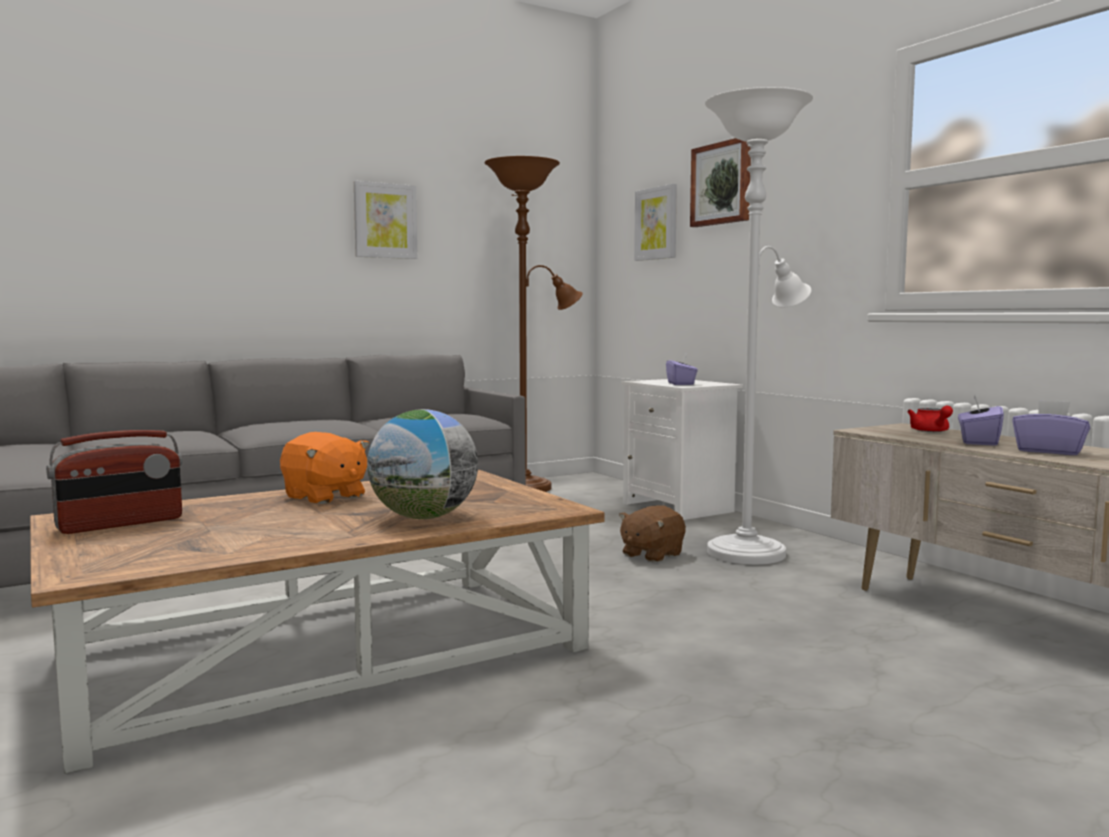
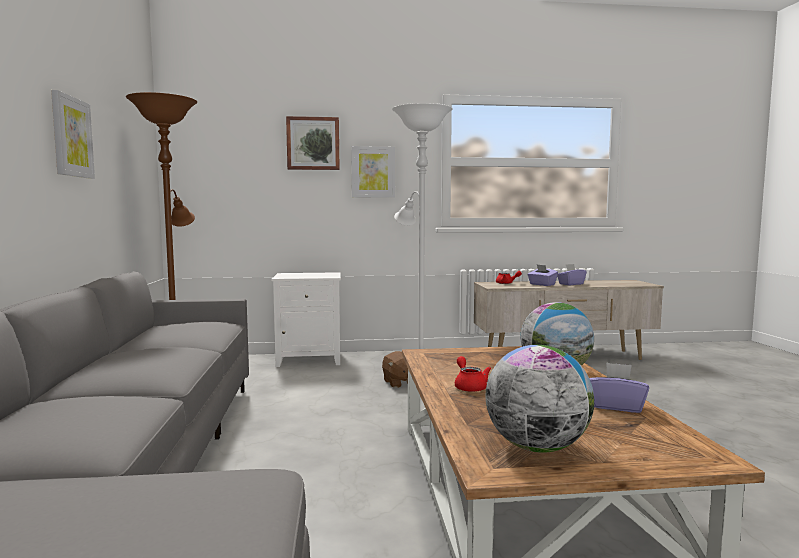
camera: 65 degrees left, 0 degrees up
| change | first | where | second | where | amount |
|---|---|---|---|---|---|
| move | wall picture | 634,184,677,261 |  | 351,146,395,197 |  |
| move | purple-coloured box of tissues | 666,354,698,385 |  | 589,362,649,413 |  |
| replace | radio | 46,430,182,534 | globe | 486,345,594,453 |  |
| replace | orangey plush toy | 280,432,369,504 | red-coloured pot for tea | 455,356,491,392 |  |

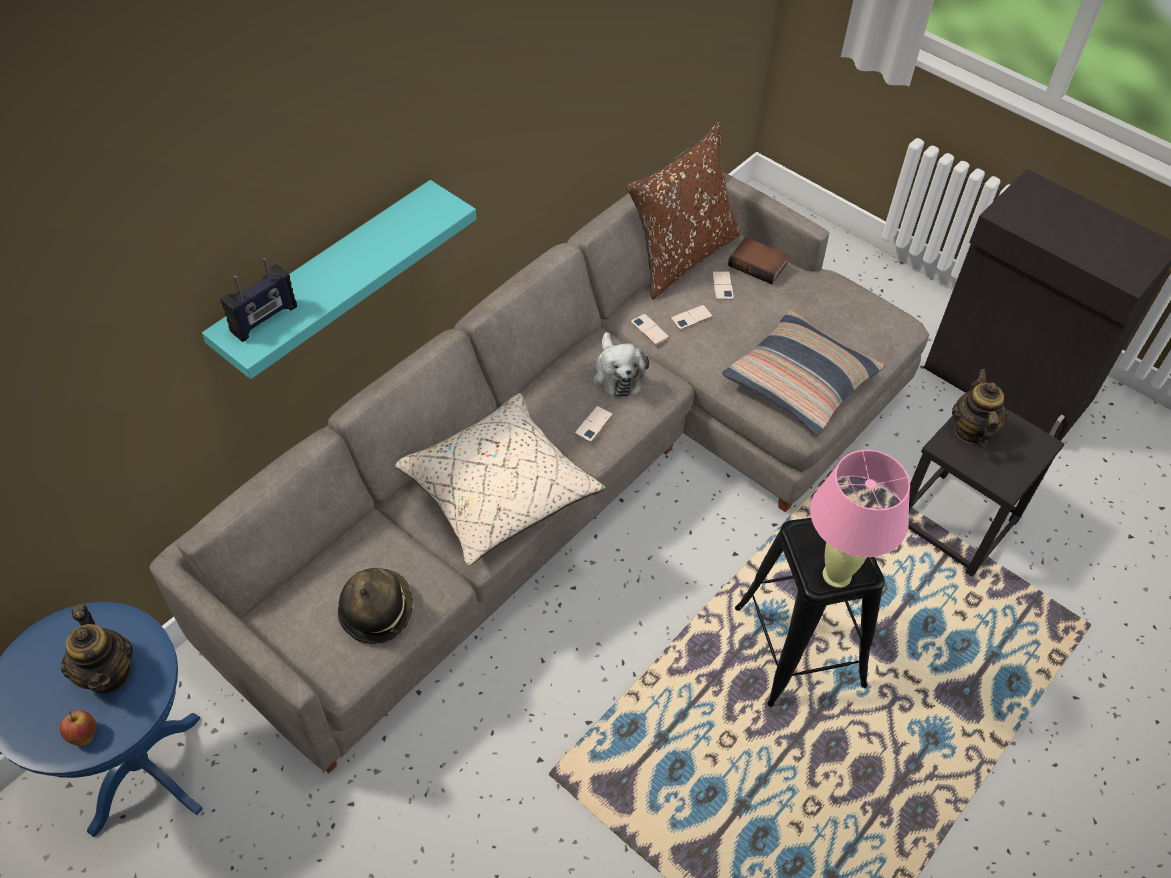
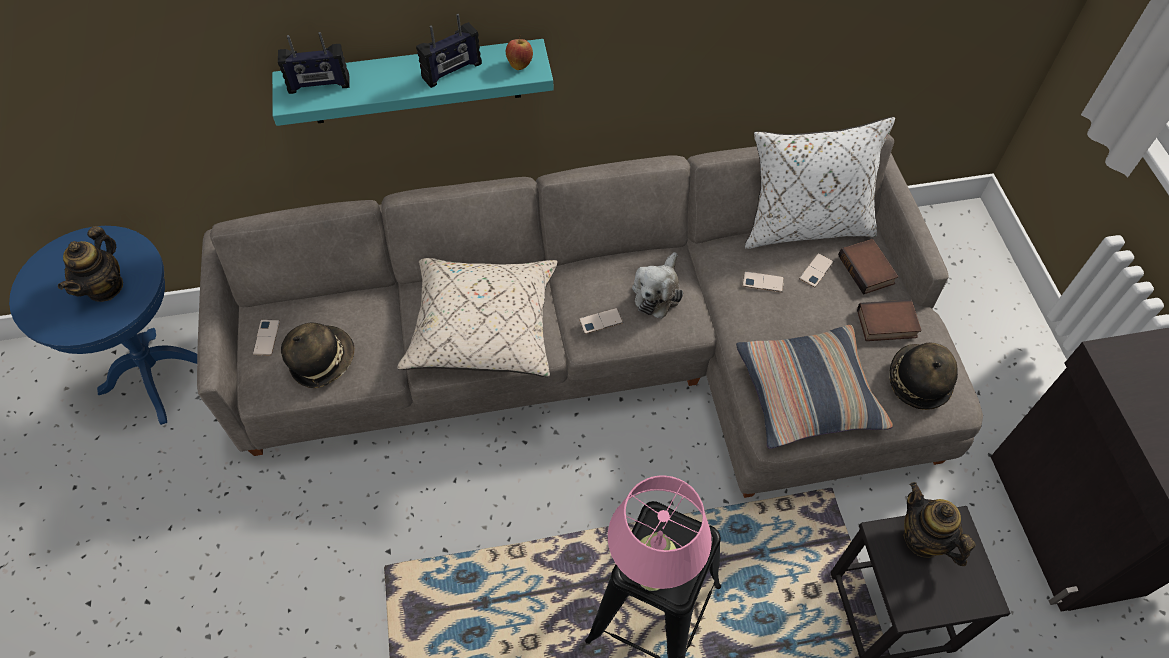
camera: 40 degrees right, 5 degrees up
| change | first | where | second | where | amount |
|---|---|---|---|---|---|
| recolor | brownish throw pillow | 626,121,741,300 | whitish throw pillow | 745,117,895,249 |  |
| move | telephone | 630,313,669,345 |  | 252,320,280,355 |  |
| rotate | pot for tea | 952,369,1008,448 |  | 903,482,976,566 | 75 degrees counterclockwise |
| move | apple | 60,710,96,746 |  | 506,35,533,70 |  |
| insert |  |  | radio | 416,14,482,88 |  |
| insert |  |  | volume | 857,300,922,341 |  |
| insert |  |  | clothing hat | 889,343,958,410 |  |

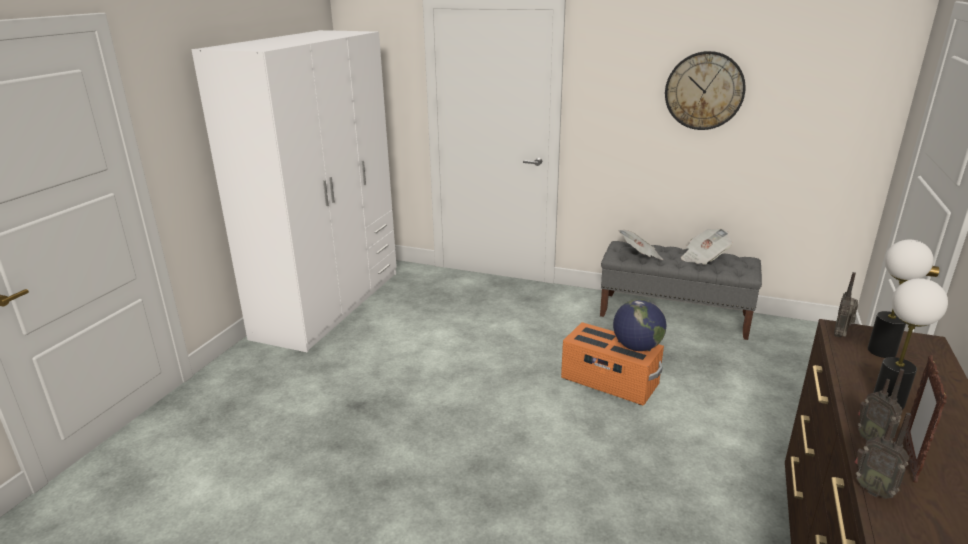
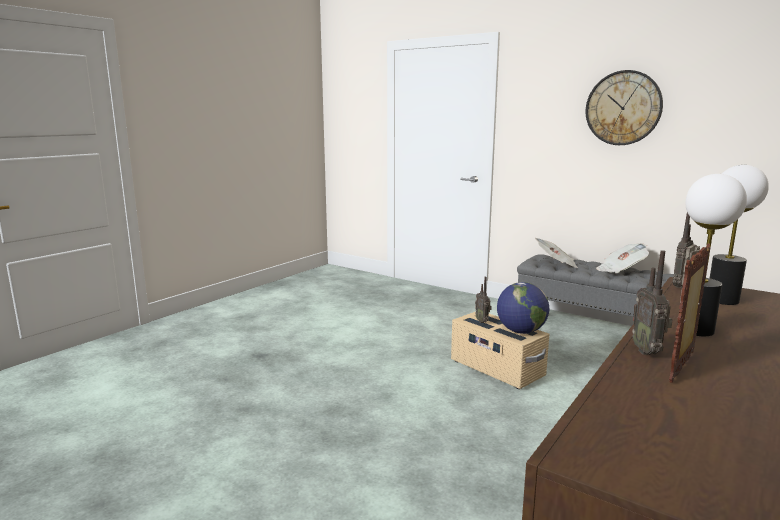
camera: 15 degrees right, 10 degrees down
| change | first | where | second | where | amount |
|---|---|---|---|---|---|
| delete | whitish armoire | 191,30,397,352 |  |  |  |
| recolor | orangey storage container | 561,322,664,405 | sand-coloured storage container | 451,312,549,389 |  |
| move | radio | 854,413,911,499 |  | 475,277,492,323 |  |

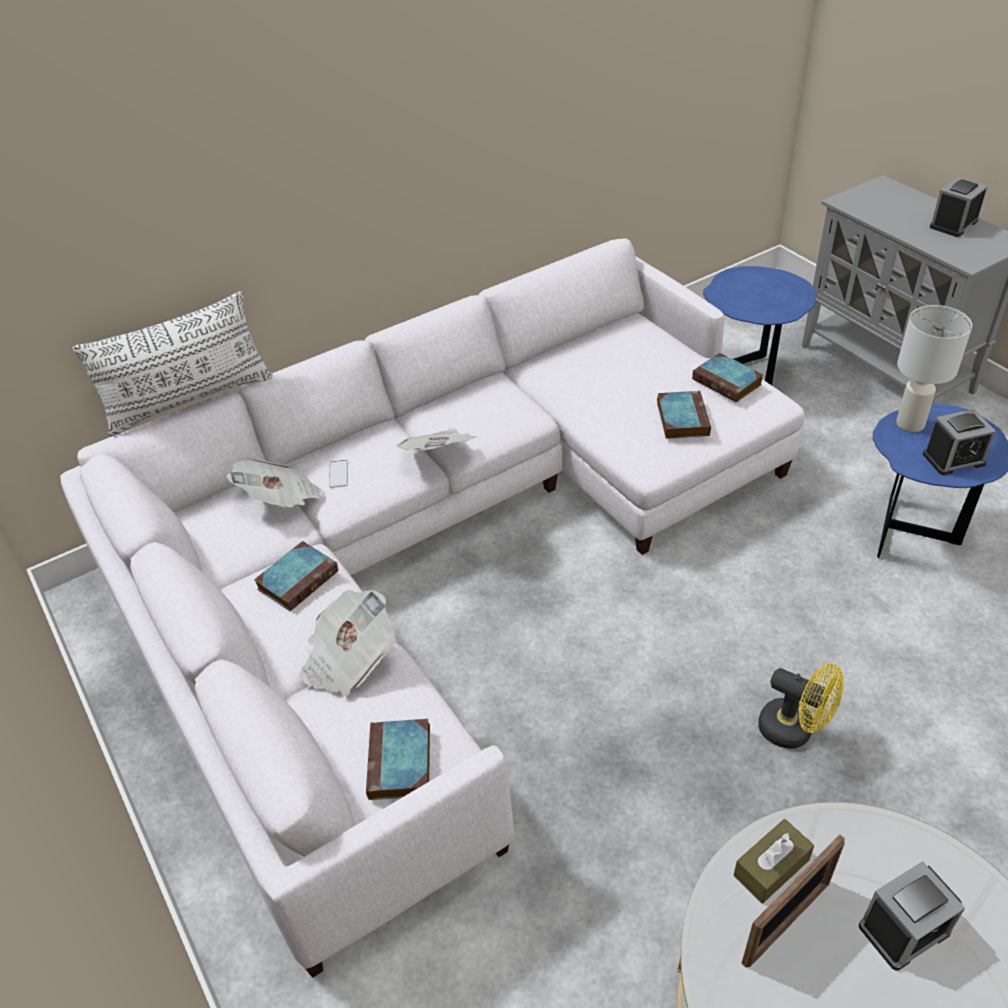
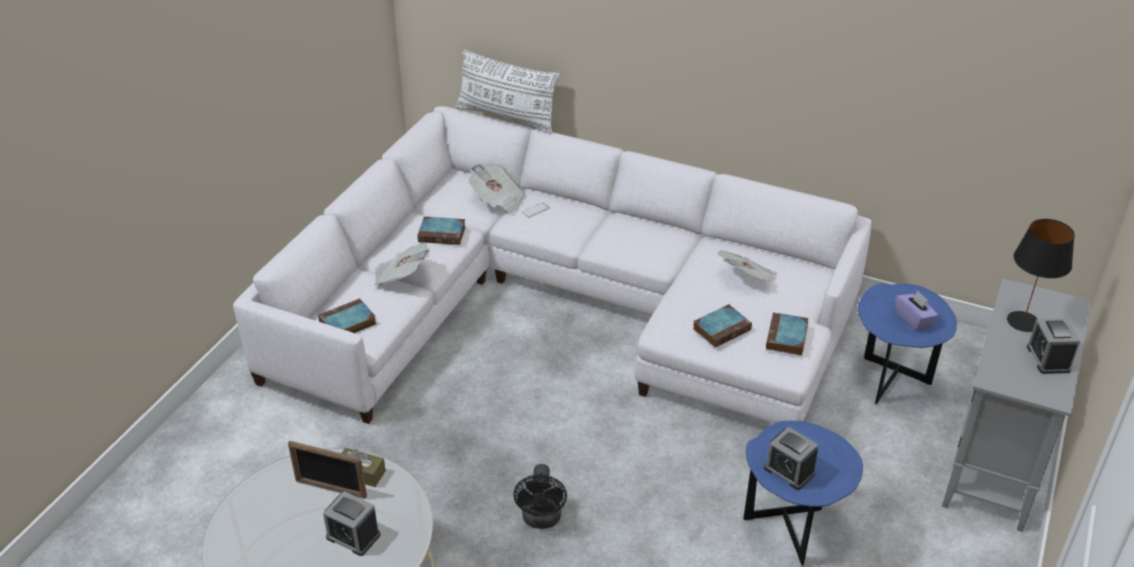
camera: 55 degrees right, 5 degrees down
| change | first | where | second | where | amount |
|---|---|---|---|---|---|
| rotate | bedside clock | 930,177,988,237 |  | 1027,318,1080,374 | 105 degrees counterclockwise |
| delete | whitish tabletop lamp | 896,305,972,432 |  |  |  |
| move | printed paper | 396,428,476,450 |  | 717,250,777,281 |  |
| recolor | yellow-coloured fan | 758,664,844,749 | black-coloured fan | 513,464,567,529 |  |
| insert |  |  | black-coloured tabletop lamp | 1007,219,1075,332 |  |
| insert |  |  | purple-coloured box of tissues | 895,290,938,331 |  |

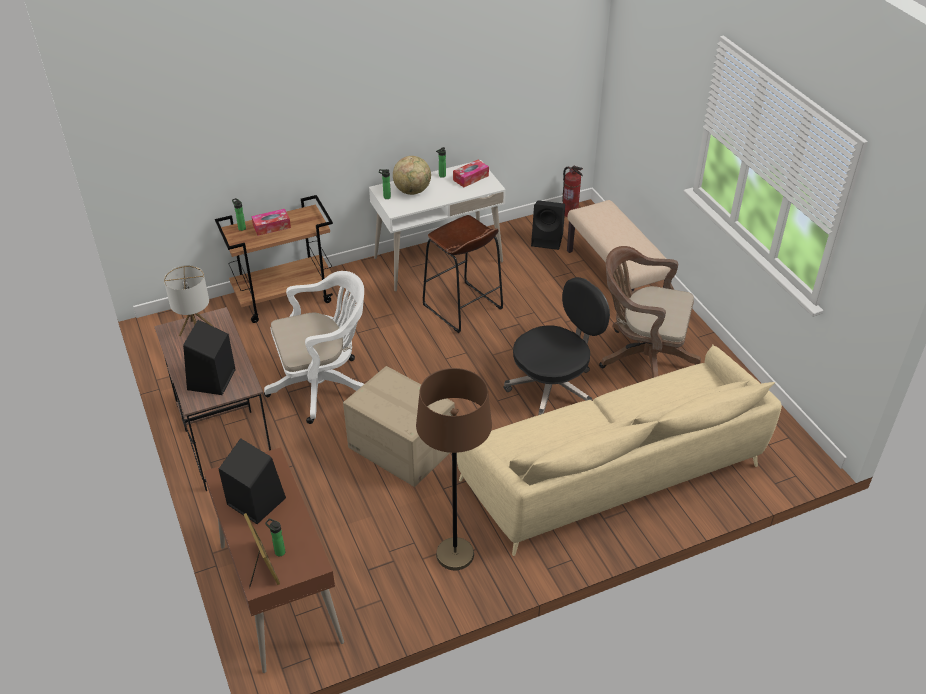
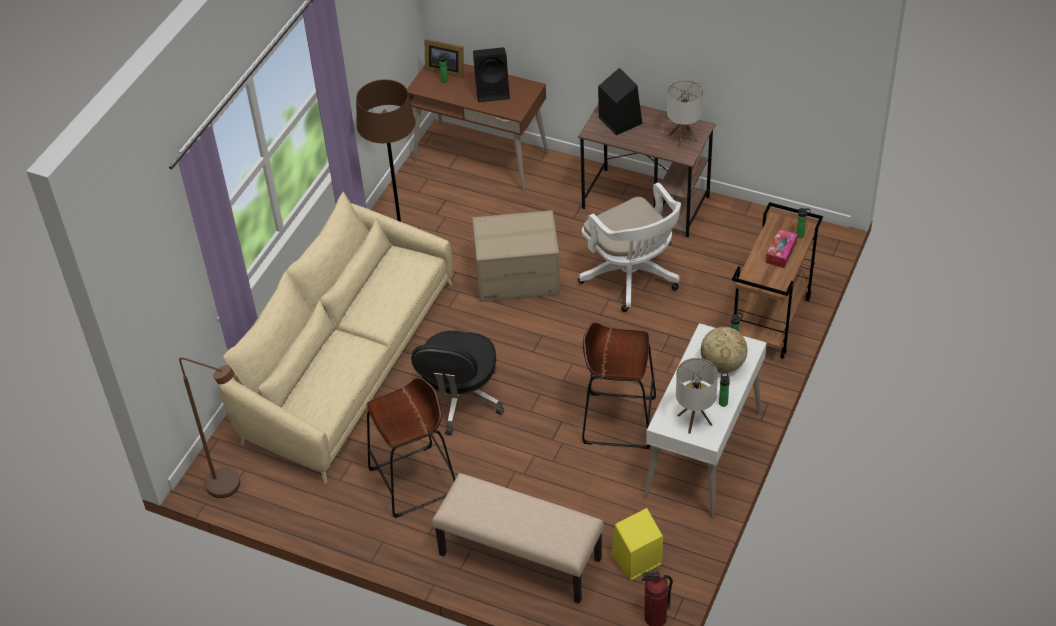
camera: 140 degrees right, 5 degrees up
| change | first | where | second | where | amount |
|---|---|---|---|---|---|
| replace | box of tissues | 453,160,489,187 | tabletop lamp | 676,358,718,434 |  |
| recolor | black-coloured audio speaker | 531,200,565,250 | yellow-coloured audio speaker | 611,508,663,580 |  |
| replace | brownish office chair | 599,246,701,378 | brownish stool | 367,377,455,518 |  |
| rotate | whitish office chair | 264,271,364,424 |  | 578,182,681,312 | 60 degrees counterclockwise |
| insert |  |  | brownish floor lamp | 179,358,240,498 |  |

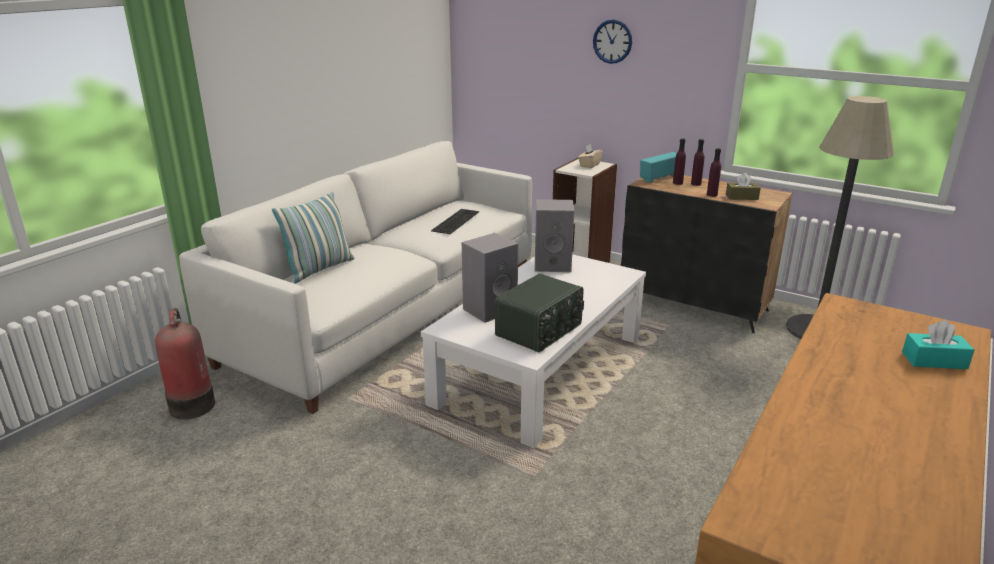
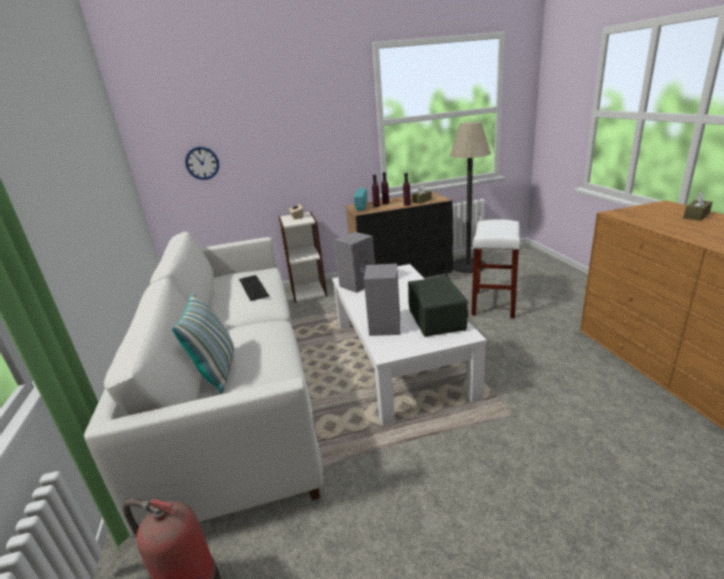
camera: 45 degrees left, 0 degrees up
| change | first | where | second | where | amount |
|---|---|---|---|---|---|
| move | wall clock | 593,20,632,64 |  | 185,147,219,180 |  |
| recolor | turquoise-coloured box of tissues | 902,320,975,369 | brownish box of tissues | 683,192,713,221 |  |
| insert |  |  | whitish stool | 472,220,520,318 |  |

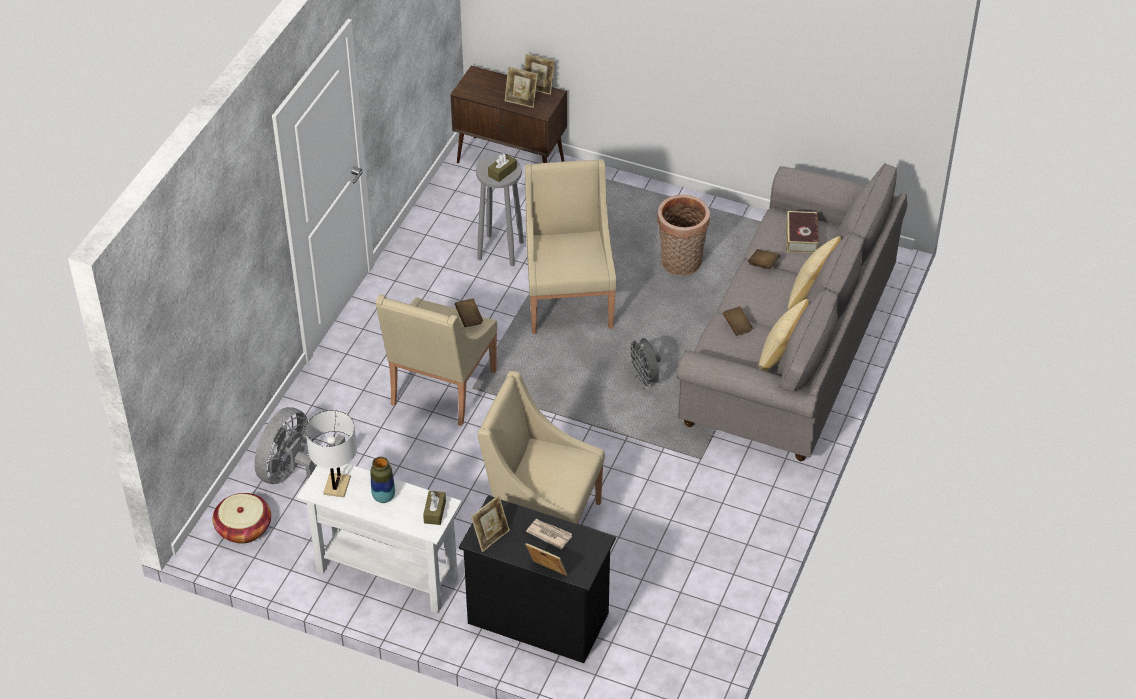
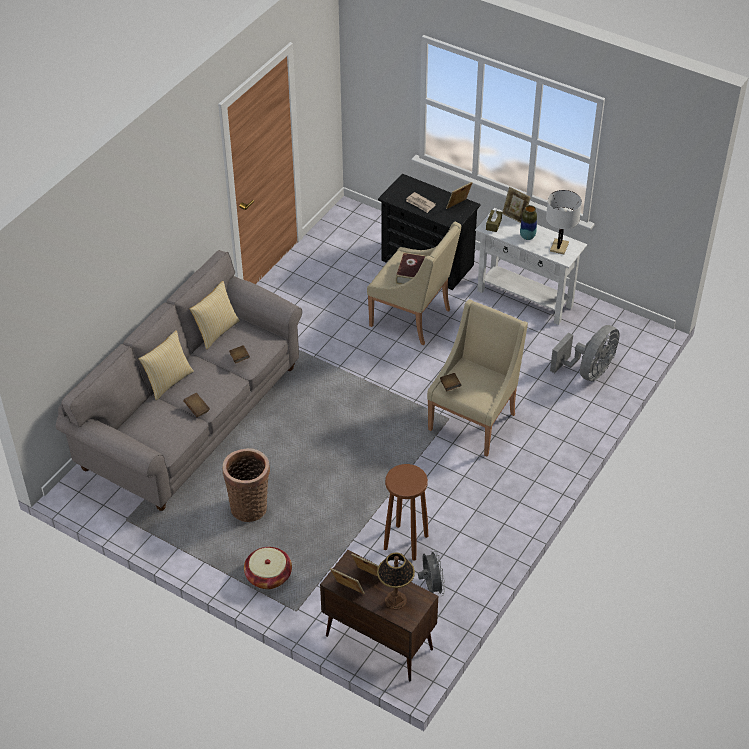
camera: 170 degrees left, 0 degrees up
| change | first | where | second | where | amount |
|---|---|---|---|---|---|
| delete | brownish box of tissues | 488,153,517,182 |  |  |  |
| recolor | gray stool | 476,154,524,266 | brownish stool | 384,464,428,560 |  |
| delete | sand-coloured armchair | 525,159,616,334 |  |  |  |
| move | volume | 786,211,819,253 |  | 396,252,426,284 |  |
| move | gray fan | 627,338,661,389 |  | 418,549,445,596 |  |
| move | storage basket | 213,493,271,544 |  | 244,547,292,589 |  |
| move | picture frame | 525,543,568,576 |  | 502,187,531,223 |  |
| insert |  |  | tabletop lamp | 377,552,415,610 |  |

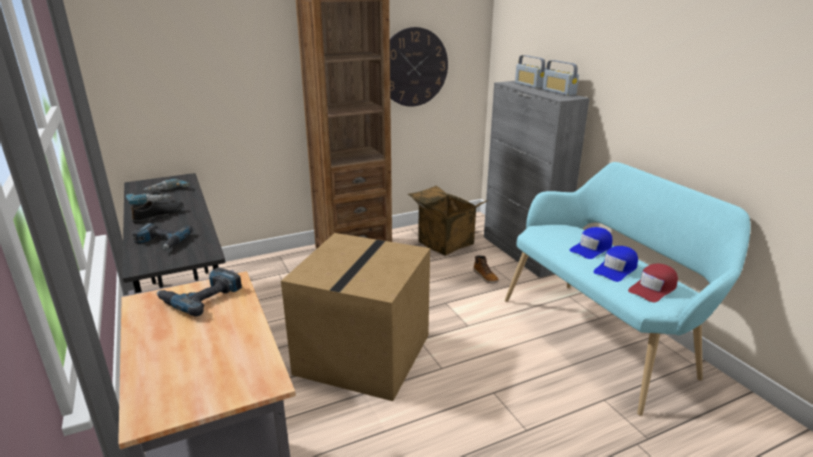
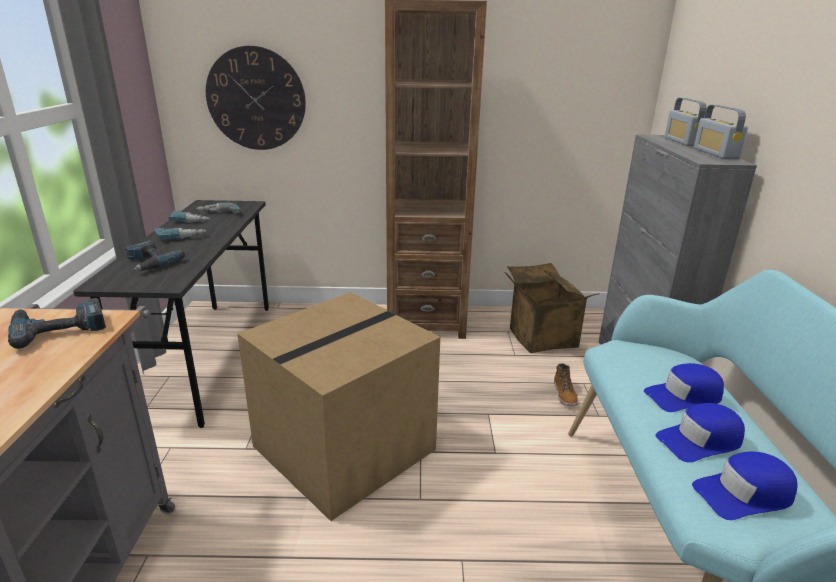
camera: 25 degrees right, 0 degrees up
| change | first | where | second | where | amount |
|---|---|---|---|---|---|
| move | wall clock | 390,27,448,107 |  | 206,46,306,150 |  |
| replace | black-coloured low shoe | 131,201,184,223 | power drill | 154,228,207,240 |  |
| recolor | red-coloured baseball cap | 628,264,678,302 | blue-coloured baseball cap | 692,452,798,520 |  |

